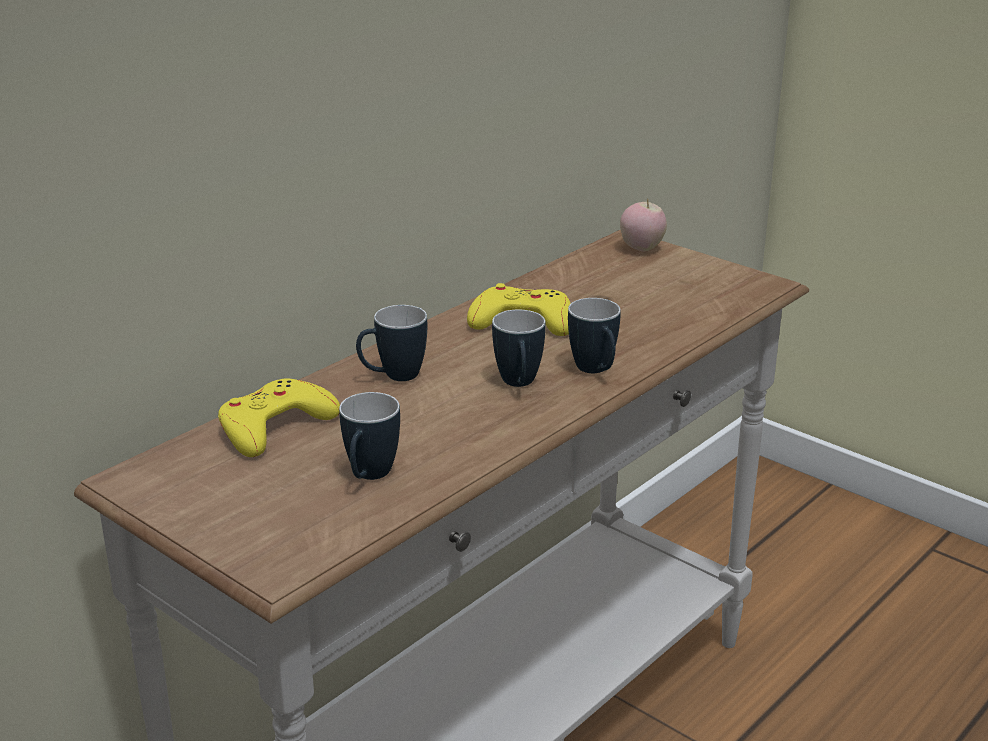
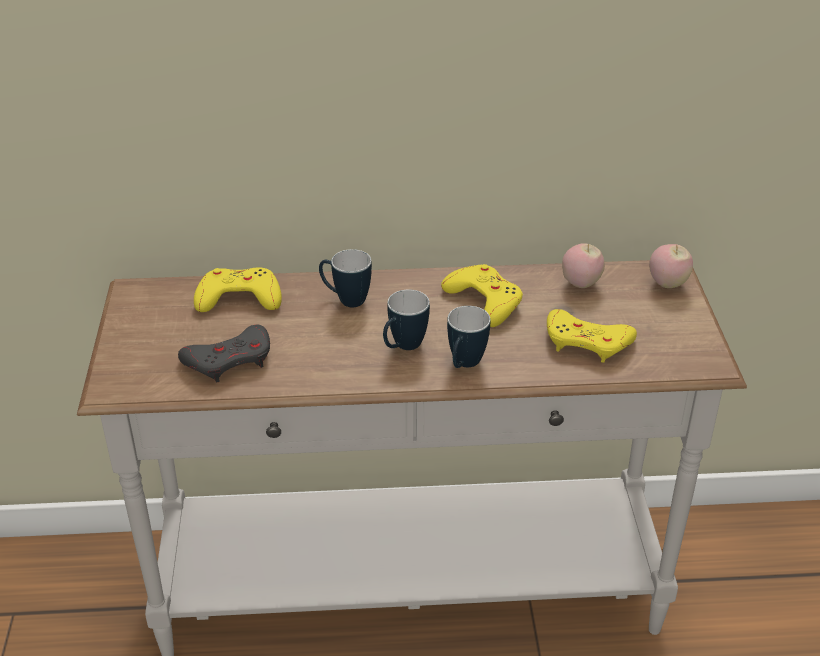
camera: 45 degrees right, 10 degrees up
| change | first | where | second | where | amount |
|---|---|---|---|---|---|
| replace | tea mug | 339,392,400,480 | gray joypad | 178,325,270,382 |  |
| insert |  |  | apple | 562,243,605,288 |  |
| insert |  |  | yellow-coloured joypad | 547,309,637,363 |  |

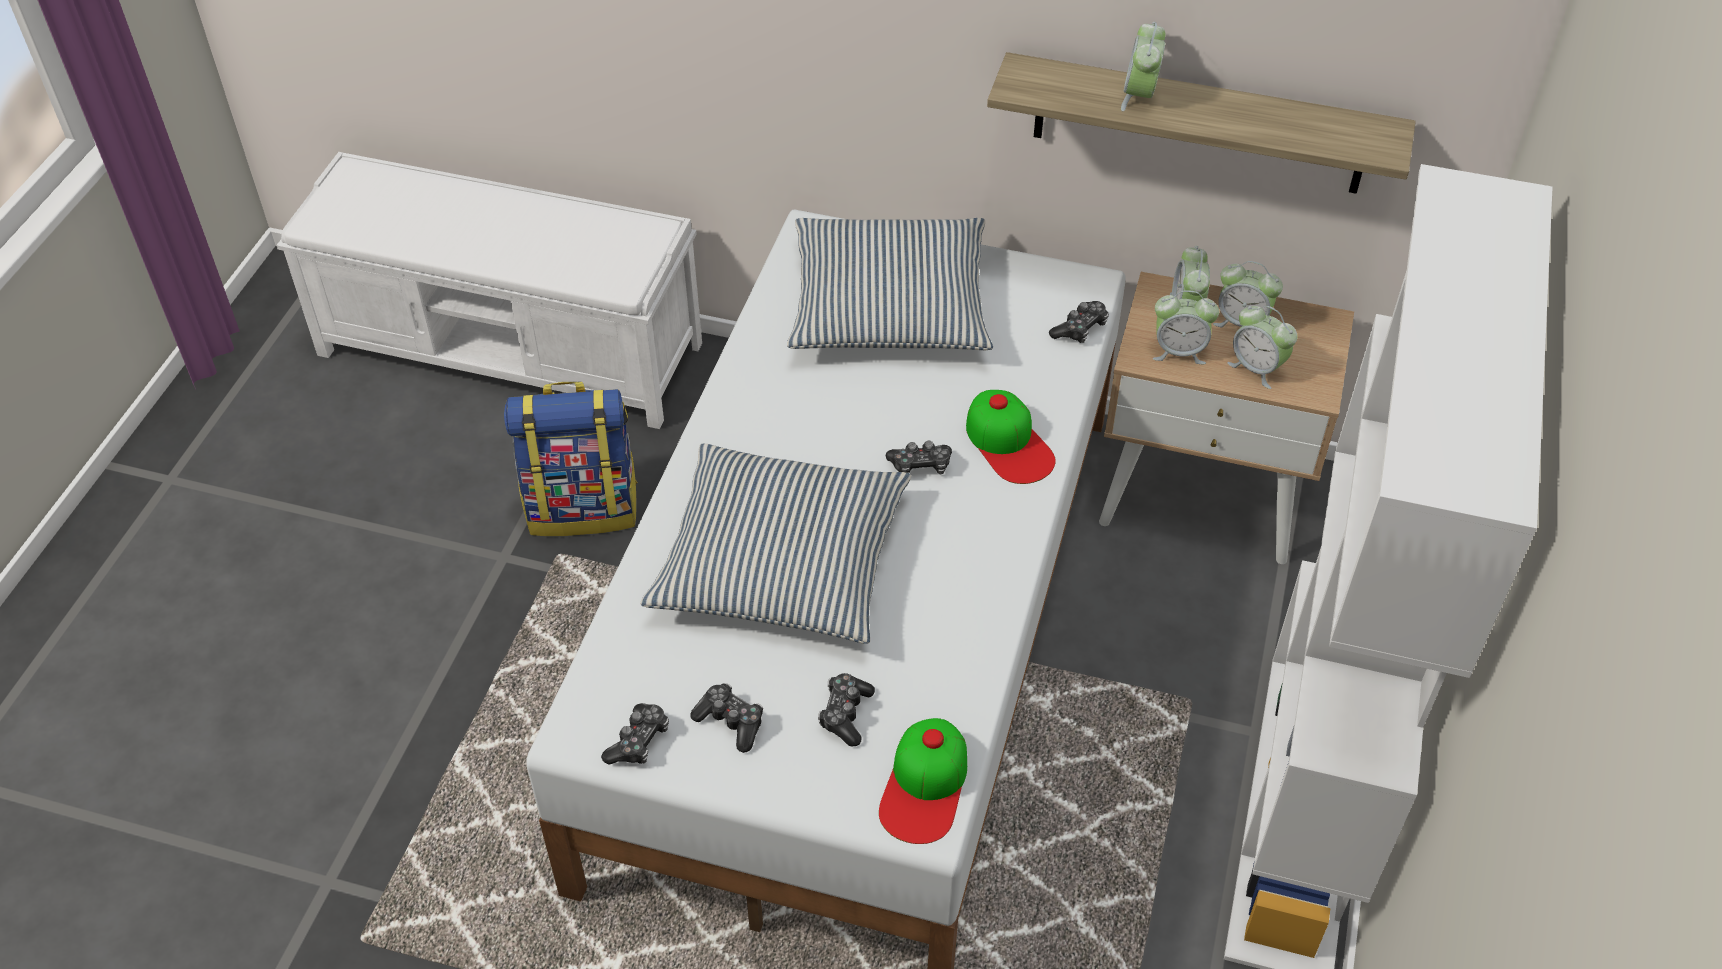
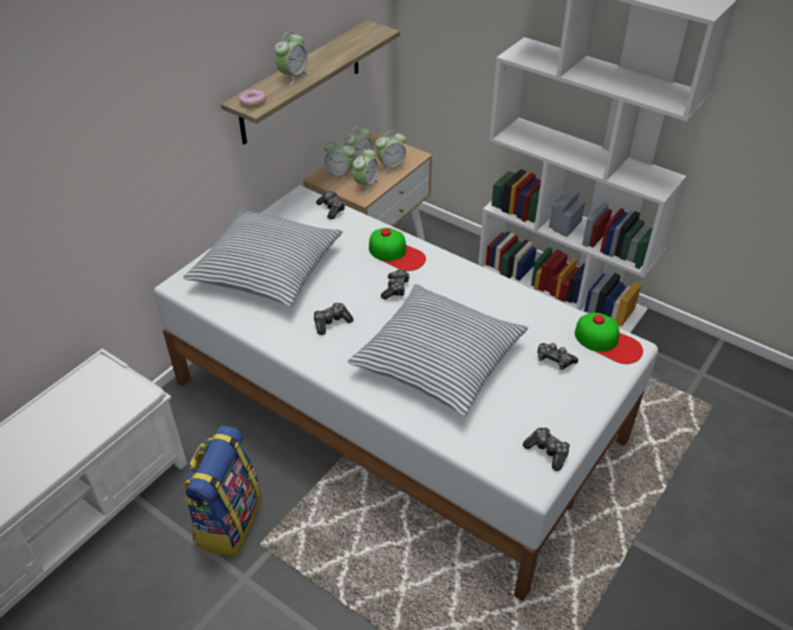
camera: 70 degrees left, 5 degrees down
| change | first | where | second | where | amount |
|---|---|---|---|---|---|
| rotate | bedside clock | 1121,22,1165,111 |  | 275,31,309,85 | 90 degrees counterclockwise |
| rotate | baseball cap | 966,390,1056,484 |  | 369,228,426,271 | 45 degrees clockwise |
| move | joypad | 690,683,763,753 |  | 314,303,354,335 |  |
| insert |  |  | donut | 239,89,266,107 |  |

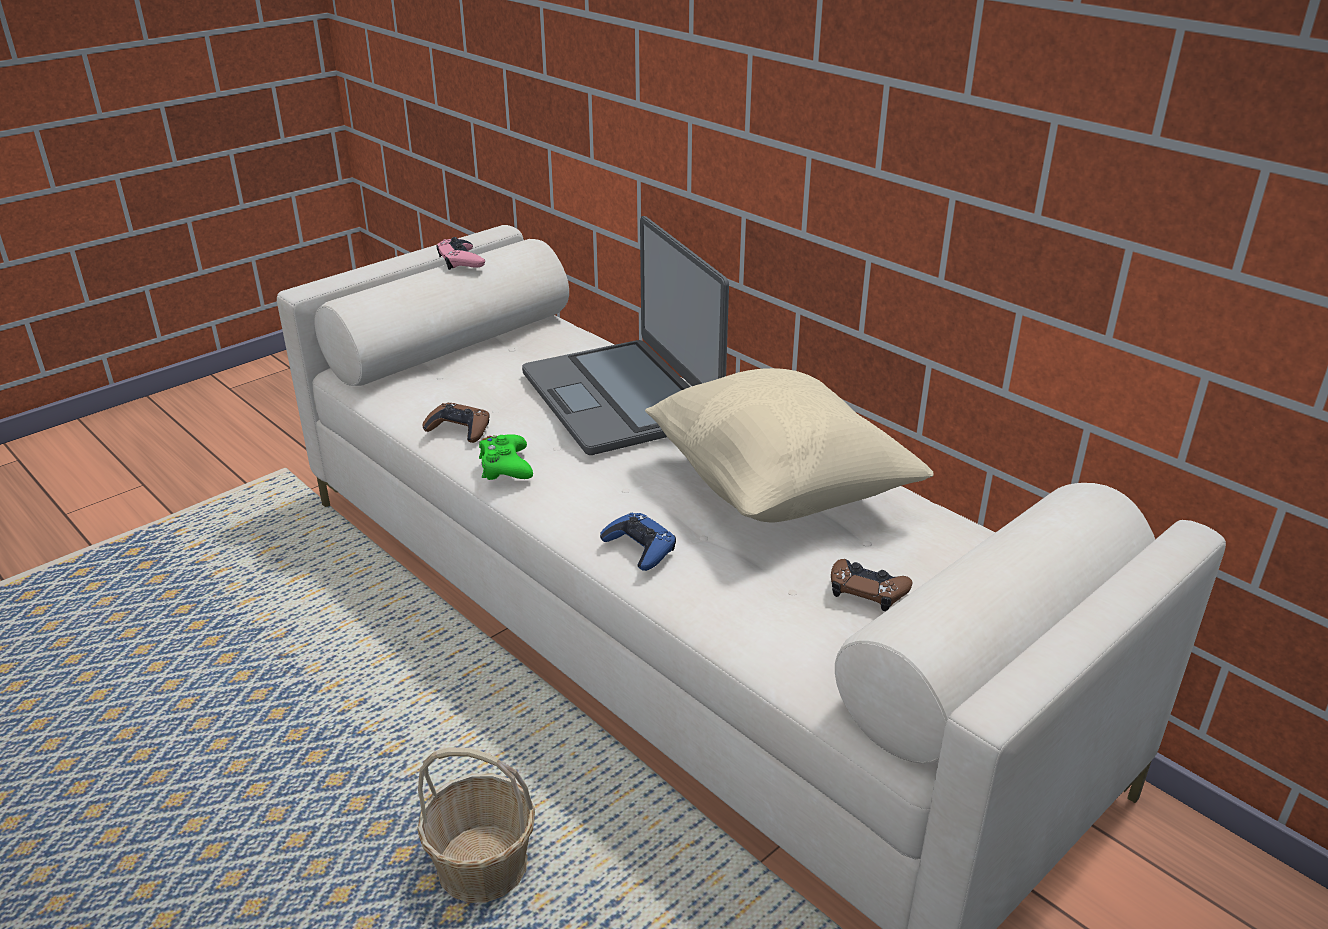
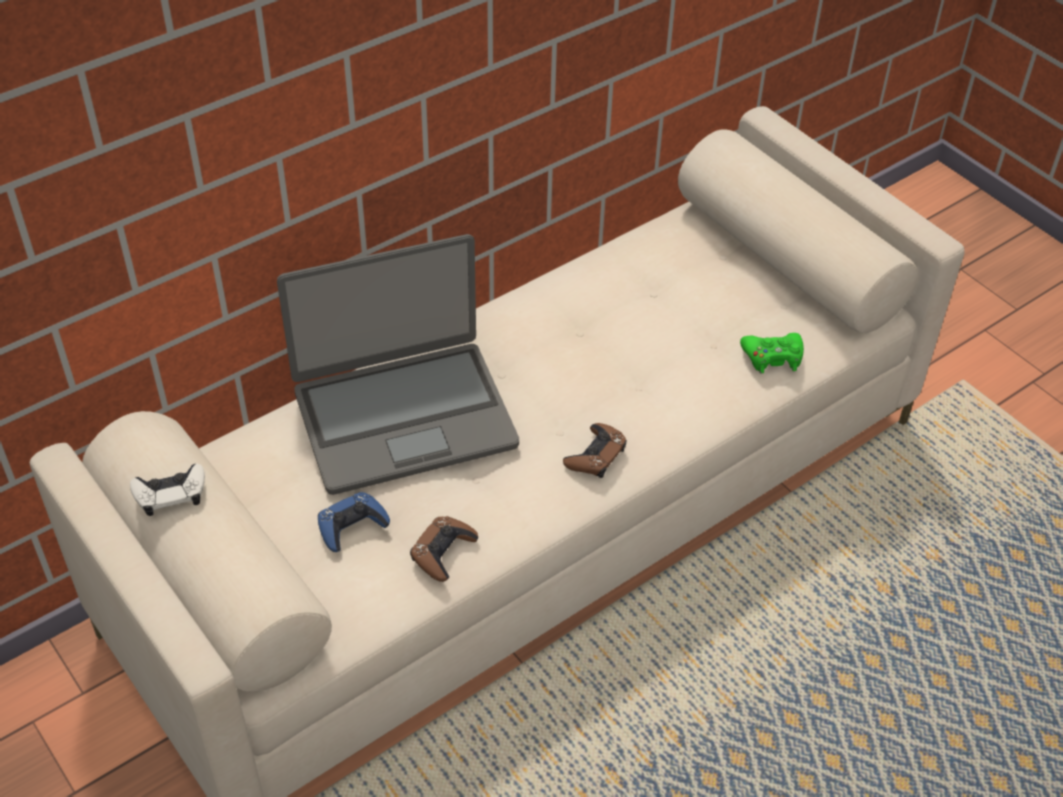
camera: 85 degrees left, 15 degrees up
| change | first | where | second | where | amount |
|---|---|---|---|---|---|
| recolor | pink-coloured joypad | 436,237,485,270 | whitish joypad | 130,463,205,516 |  |
| delete | sand-coloured throw pillow | 645,368,933,523 |  |  |  |
| move | green-coloured joypad | 479,434,533,480 |  | 740,333,804,373 |  |
| move | blue-coloured joypad | 600,513,676,571 |  | 318,492,390,552 |  |
| move | brownish joypad | 831,559,912,611 |  | 563,423,627,478 |  |
| delete | storage basket | 417,747,535,903 |  |  |  |

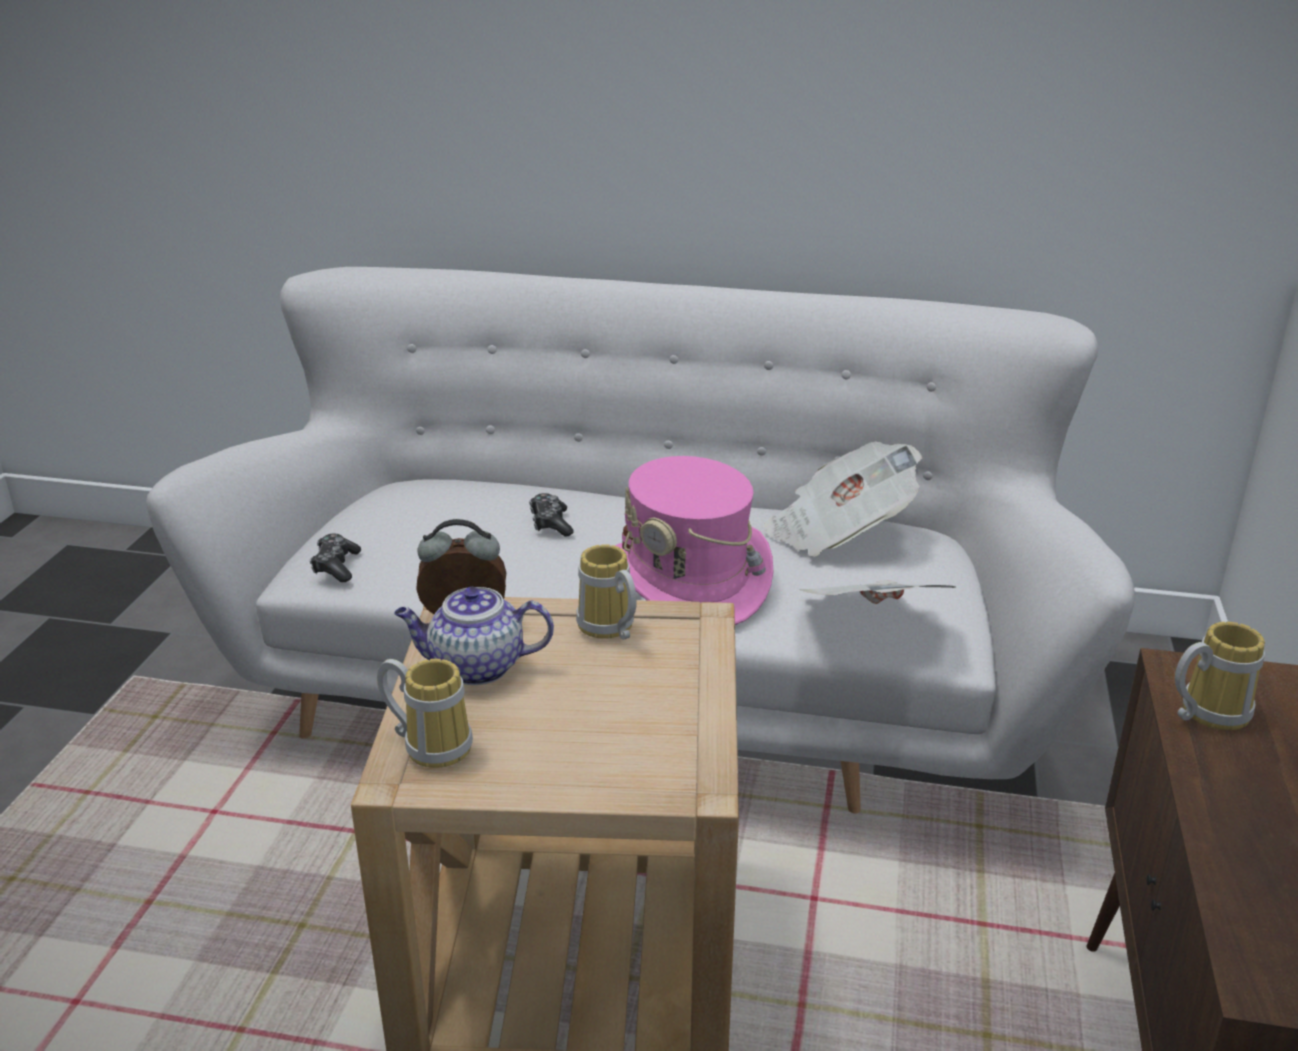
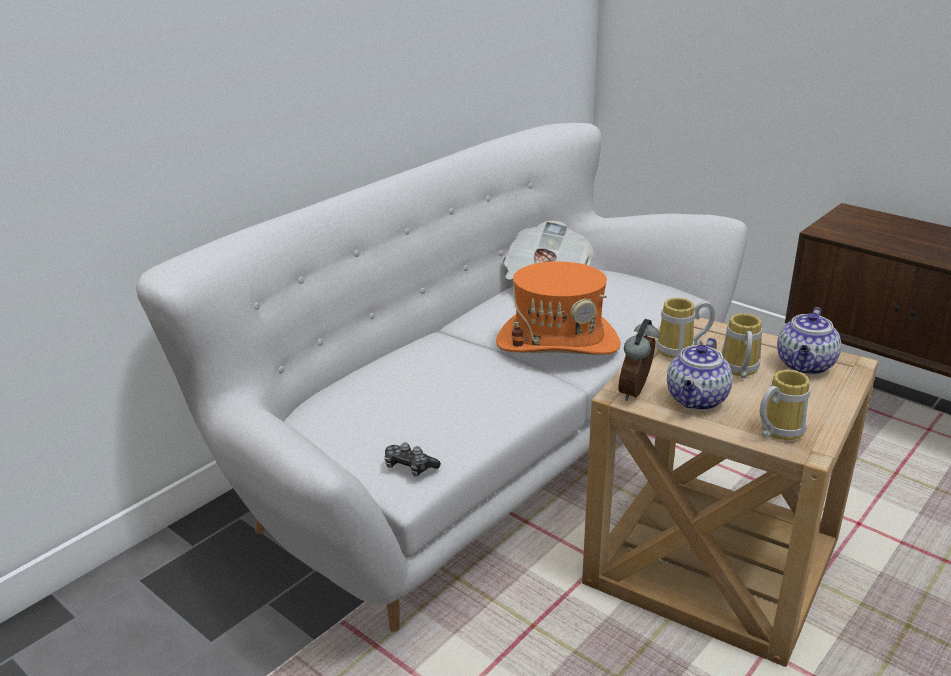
camera: 60 degrees left, 0 degrees up
| change | first | where | second | where | amount |
|---|---|---|---|---|---|
| recolor | pink-coloured clothing hat | 615,456,774,625 | orangey clothing hat | 496,261,621,355 |  |
| delete | joypad | 529,493,574,537 |  |  |  |
| delete | printed paper | 800,580,956,604 |  |  |  |
| move | tea mug | 1175,622,1265,730 |  | 721,313,762,378 |  |
| insert |  |  | pot for tea | 777,307,841,375 |  |

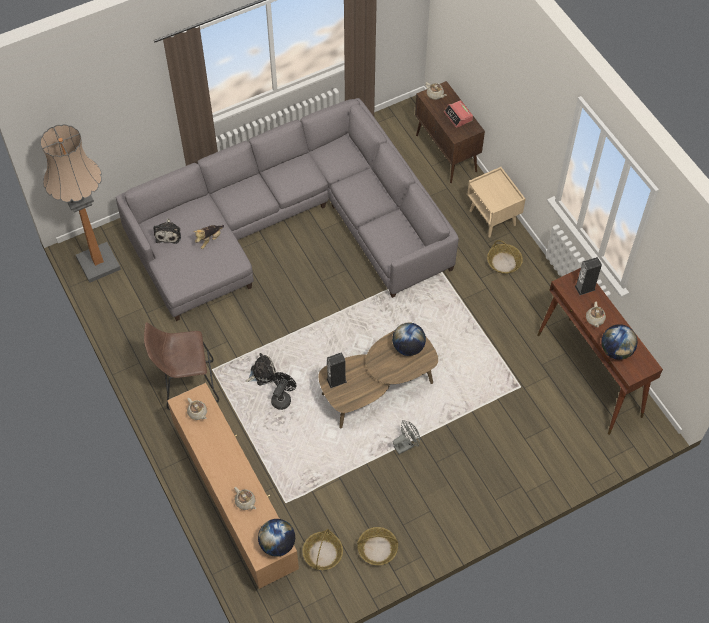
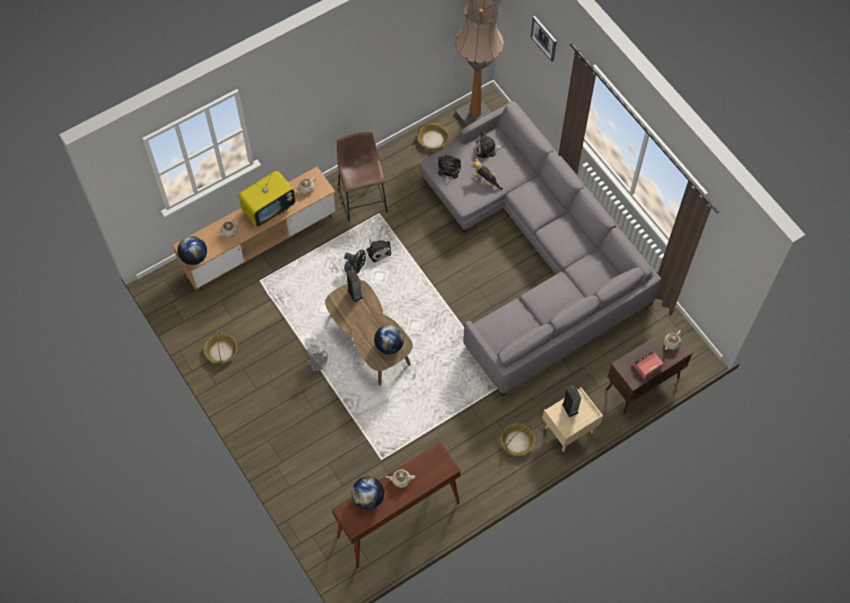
camera: 85 degrees right, 5 degrees up
| change | first | where | second | where | amount |
|---|---|---|---|---|---|
| move | audio speaker | 575,257,602,295 |  | 562,386,582,417 |  |
| move | storage basket | 302,529,343,570 |  | 418,123,449,149 |  |
| insert |  |  | wall picture | 531,16,557,62 |  |
| insert |  |  | plush toy | 438,155,461,185 |  |
| insert |  |  | TV | 239,171,296,227 |  |

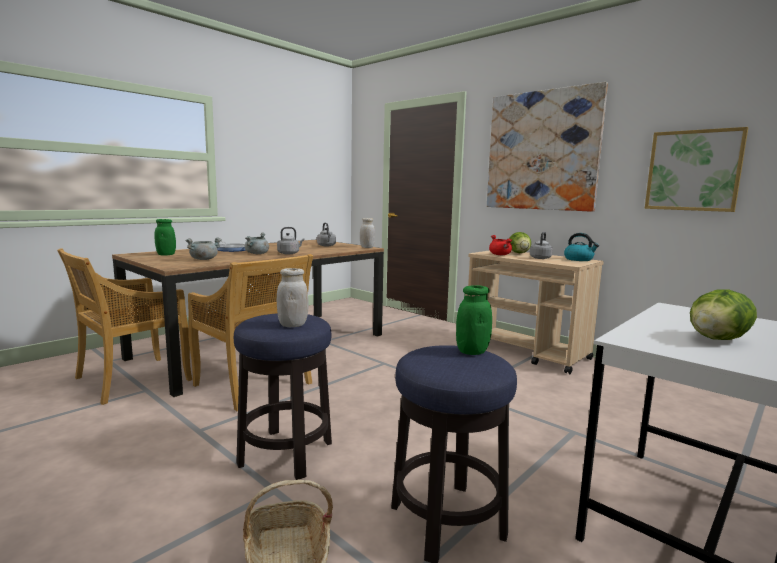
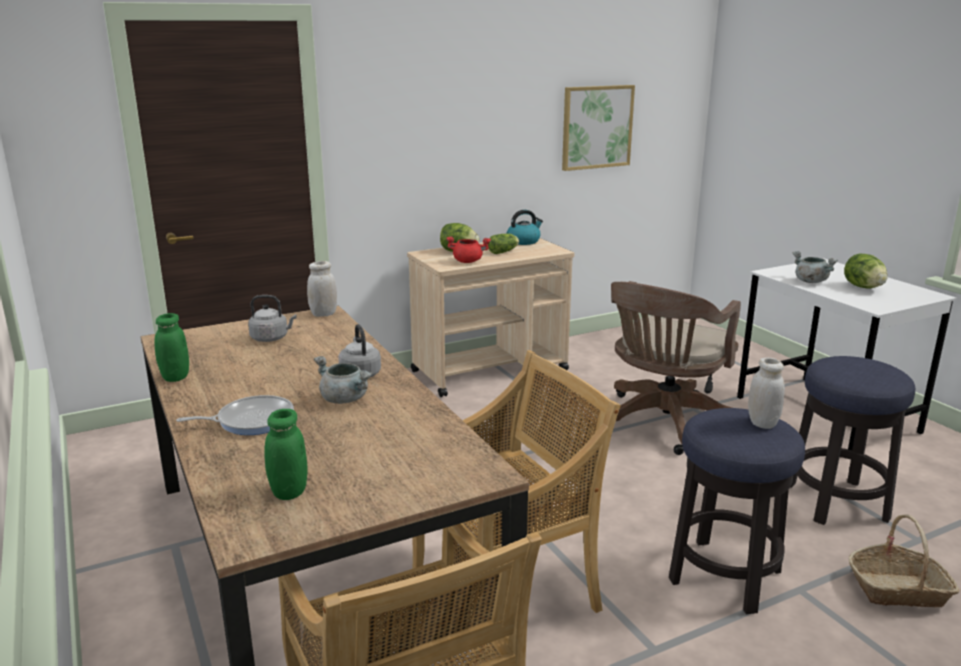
camera: 70 degrees left, 10 degrees up
| change | first | where | second | where | amount |
|---|---|---|---|---|---|
| delete | wall picture | 487,82,608,212 |  |  |  |
| replace | gray tea kettle | 530,232,553,259 | lettuce head | 488,234,519,254 |  |
| move | gray saucepot | 185,237,222,260 |  | 793,251,838,283 |  |
| move | green-coloured storage jar | 456,286,492,355 |  | 154,313,189,382 |  |
| insert |  |  | brownish office chair | 611,281,741,455 |  |

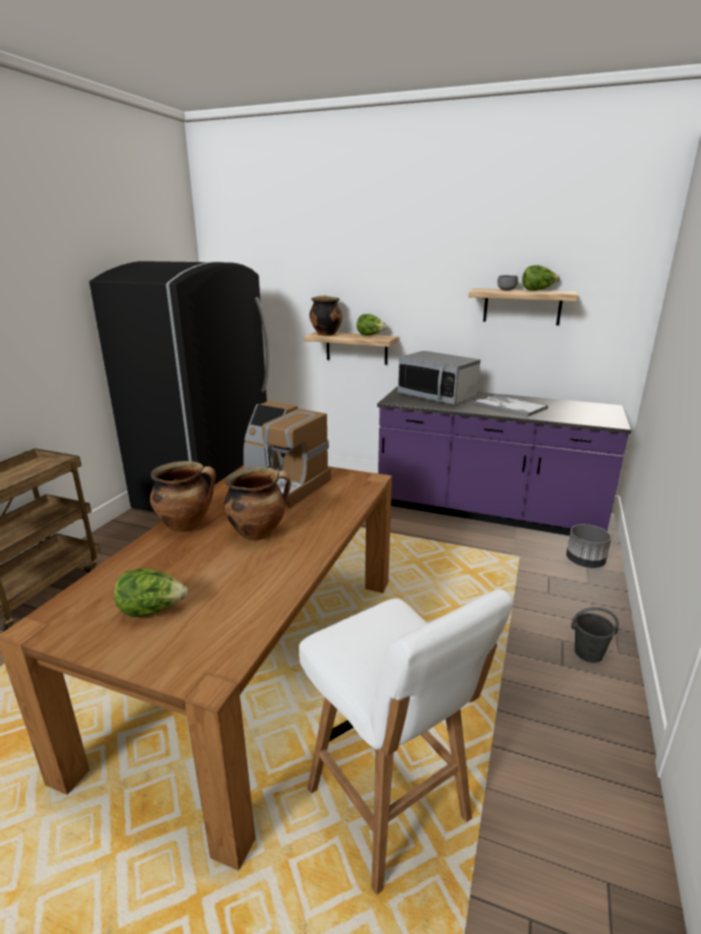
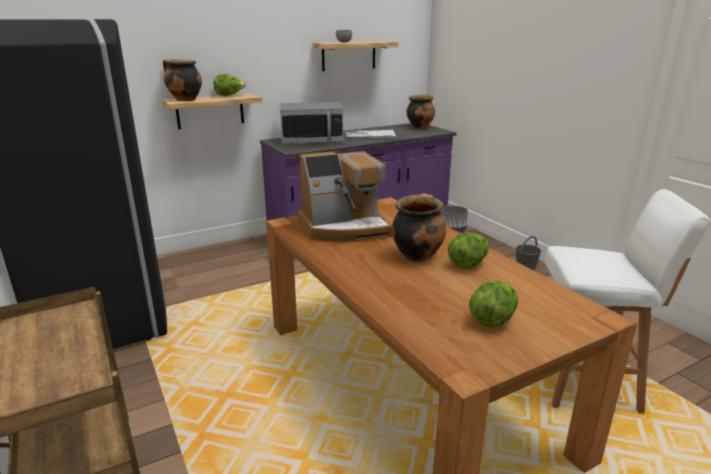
camera: 50 degrees left, 0 degrees up
| change | first | where | second | where | amount |
|---|---|---|---|---|---|
| move | lettuce head | 522,265,560,291 |  | 448,232,489,269 |  |
| move | saucepot | 150,461,216,532 |  | 407,95,435,129 |  |

